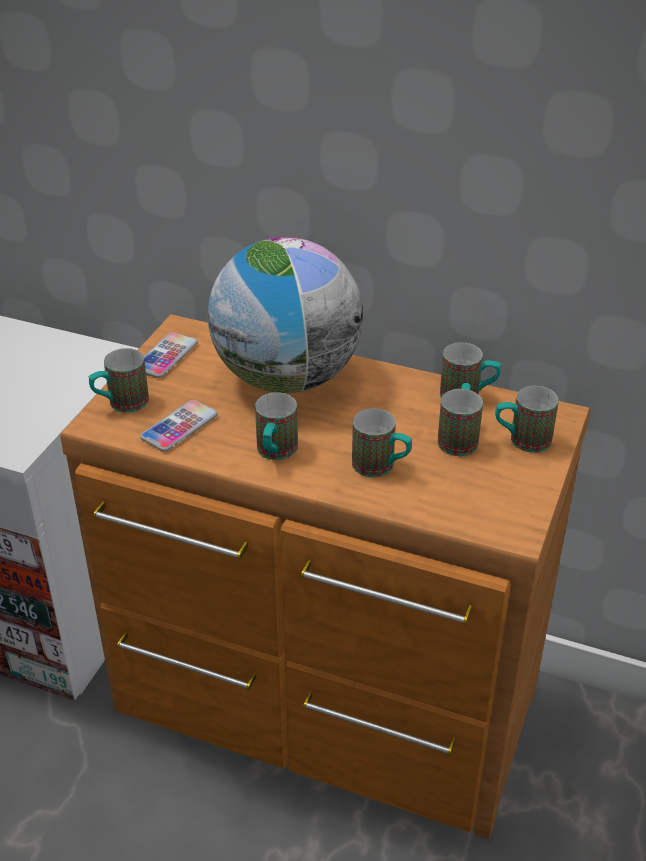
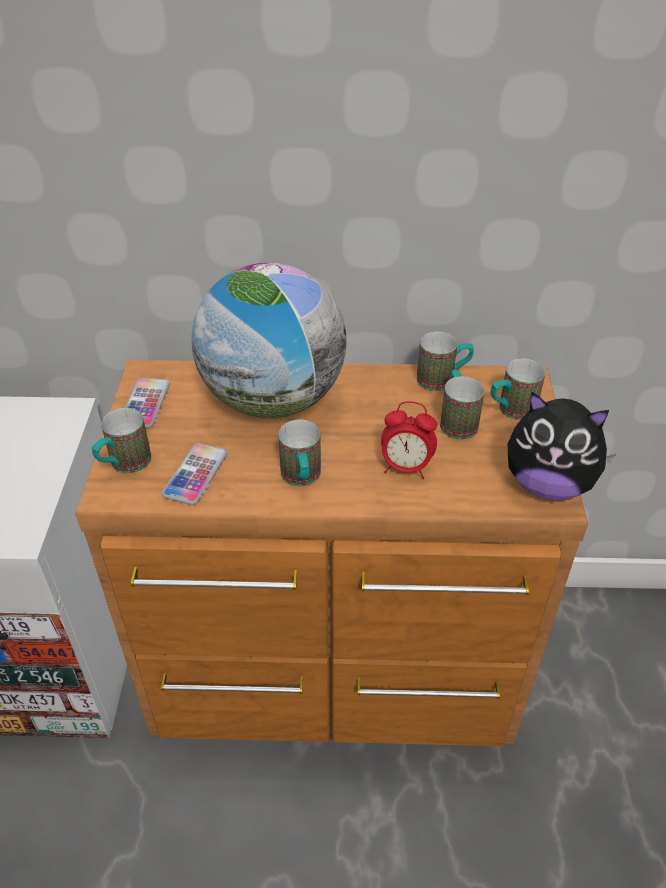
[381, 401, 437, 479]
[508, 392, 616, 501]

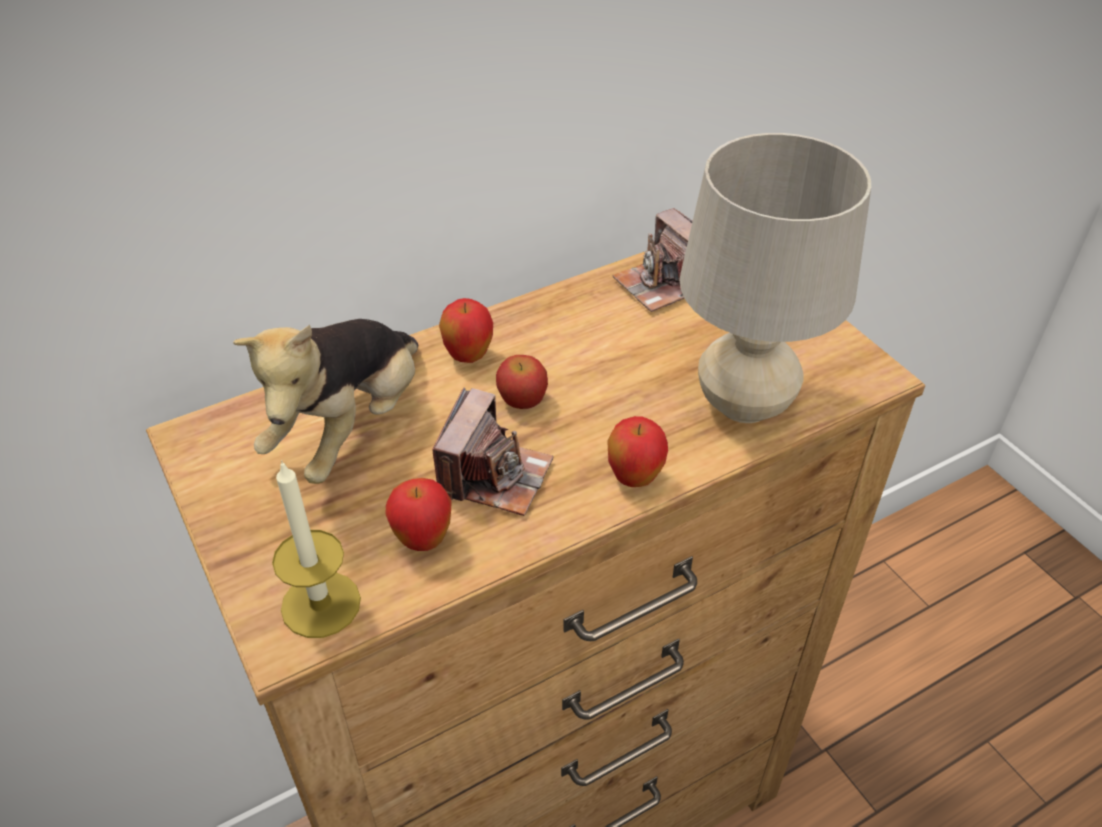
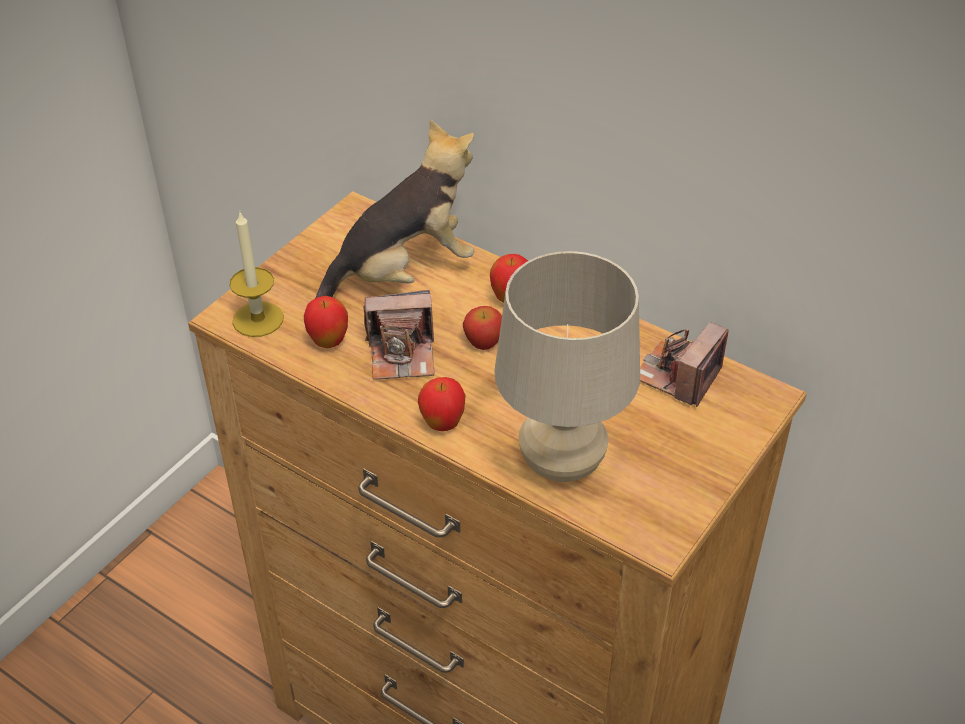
[316, 120, 474, 298]

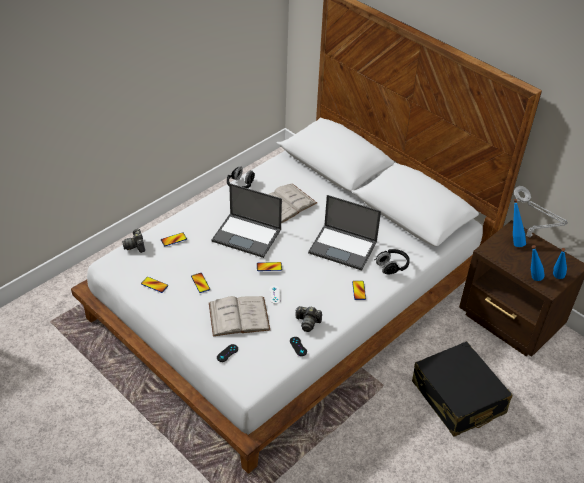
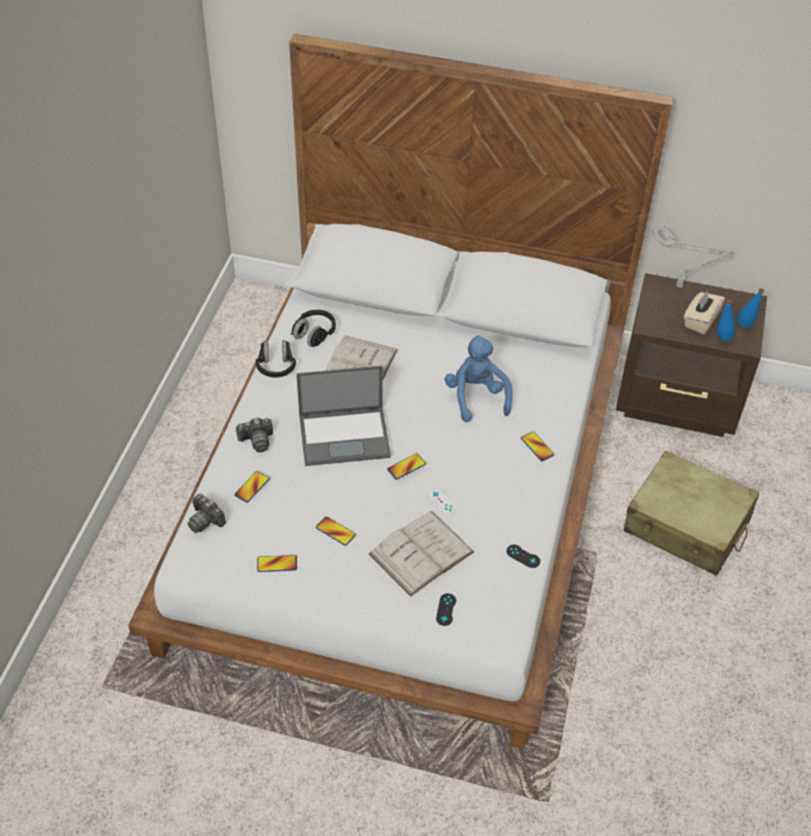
[235, 418, 273, 452]
[445, 335, 513, 422]
[290, 310, 336, 347]
[624, 451, 759, 576]
[513, 199, 526, 247] (first image)
[684, 290, 725, 334]

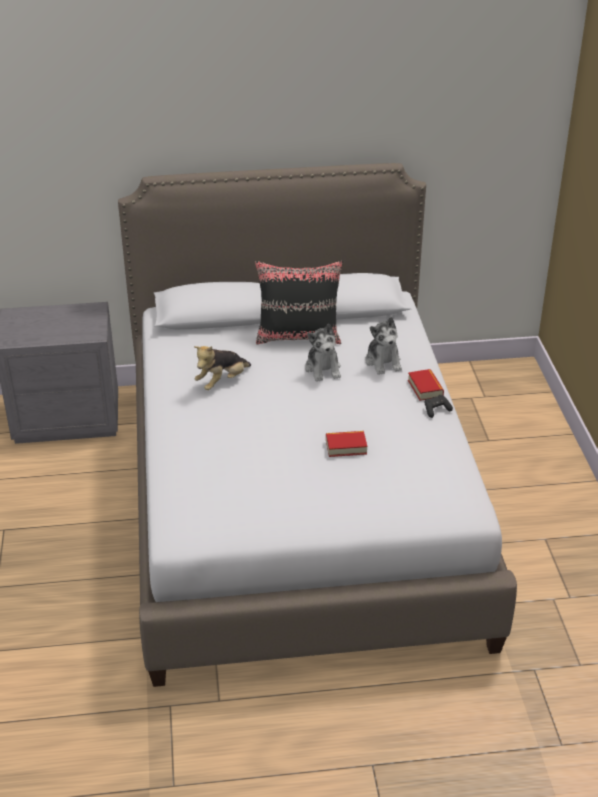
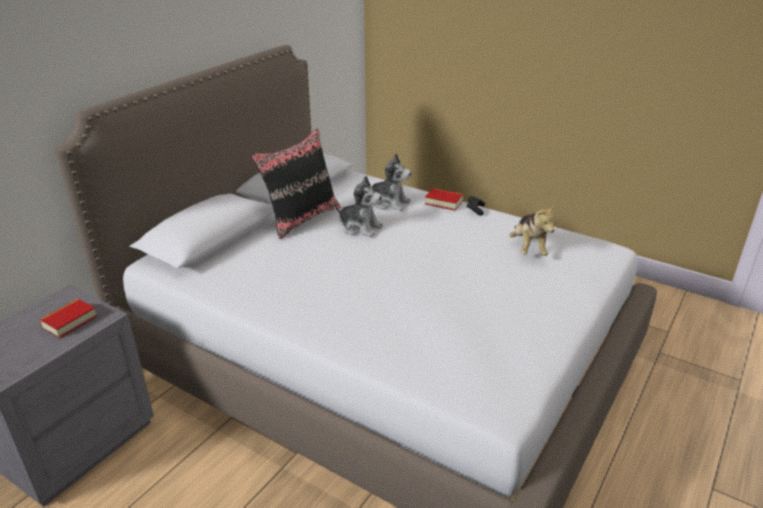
[509, 204, 555, 256]
[40, 299, 97, 338]

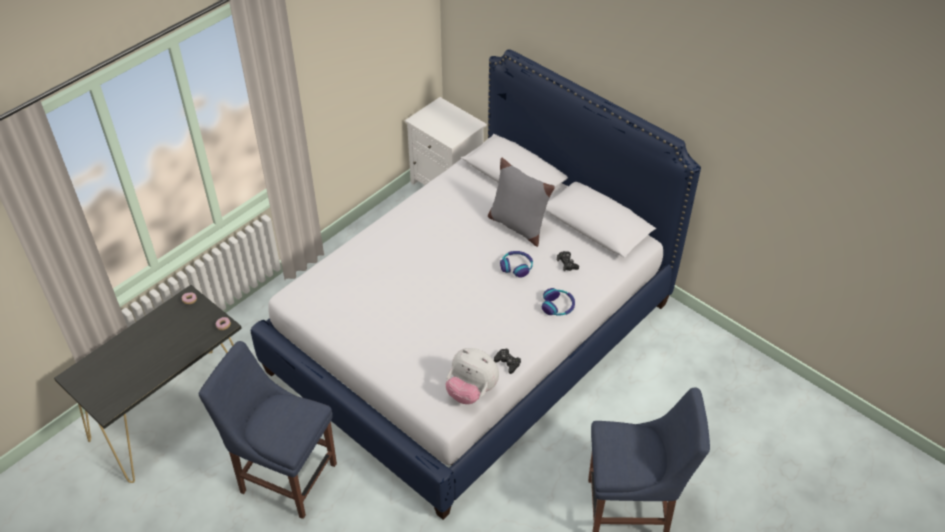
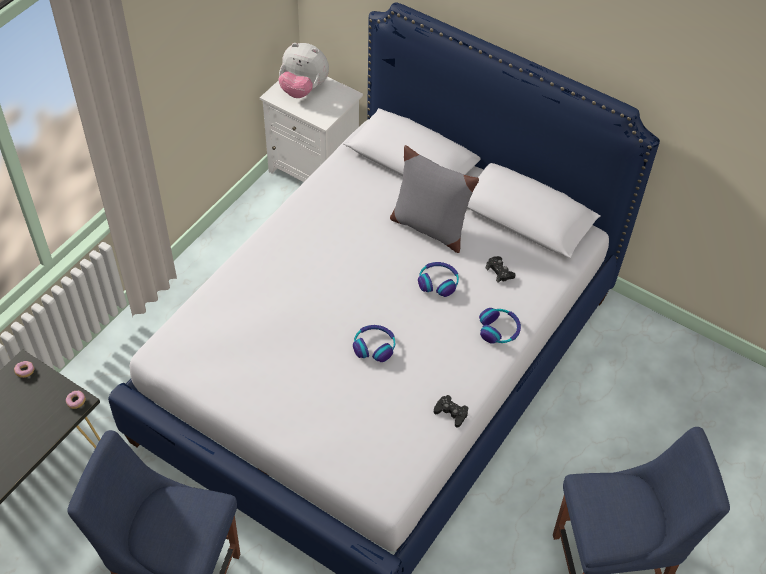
[278, 43, 329, 98]
[353, 325, 395, 362]

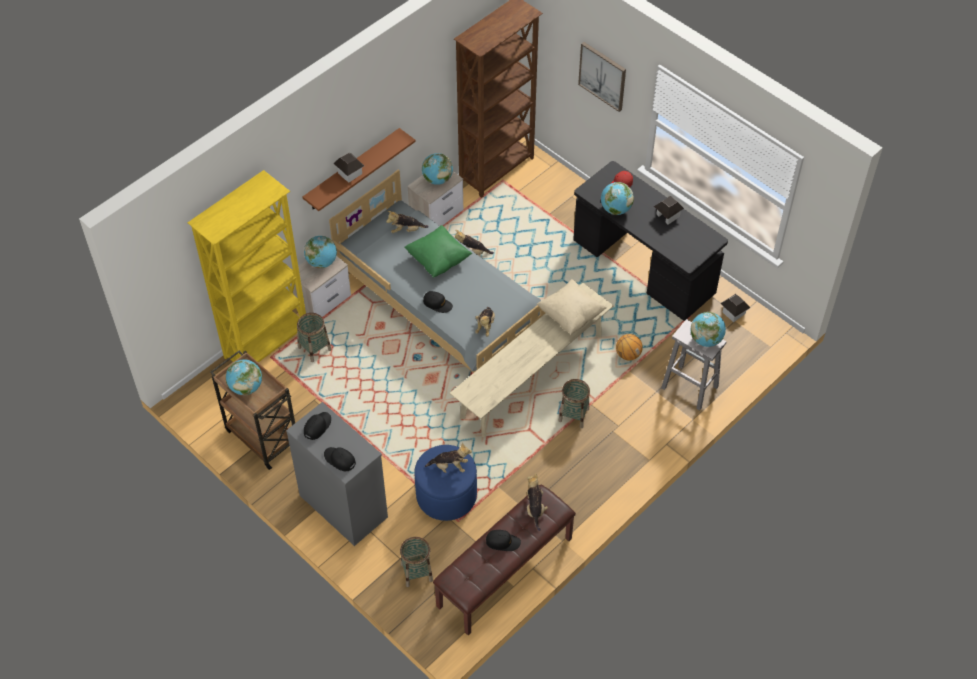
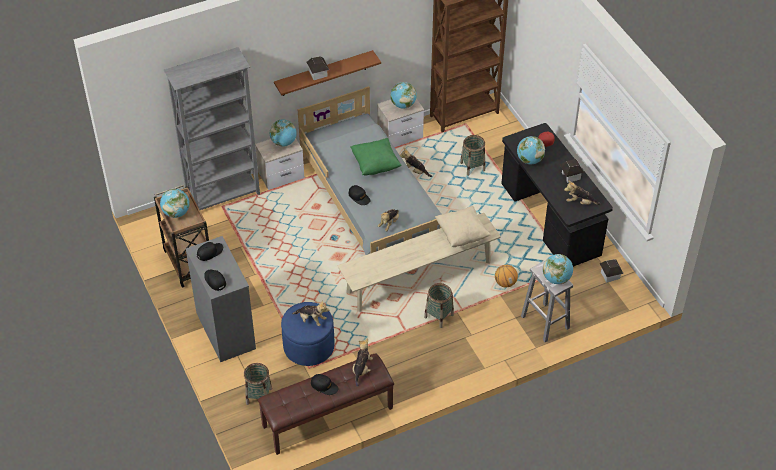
[164, 47, 260, 210]
[460, 135, 485, 176]
[564, 180, 601, 205]
[578, 42, 626, 112] (first image)

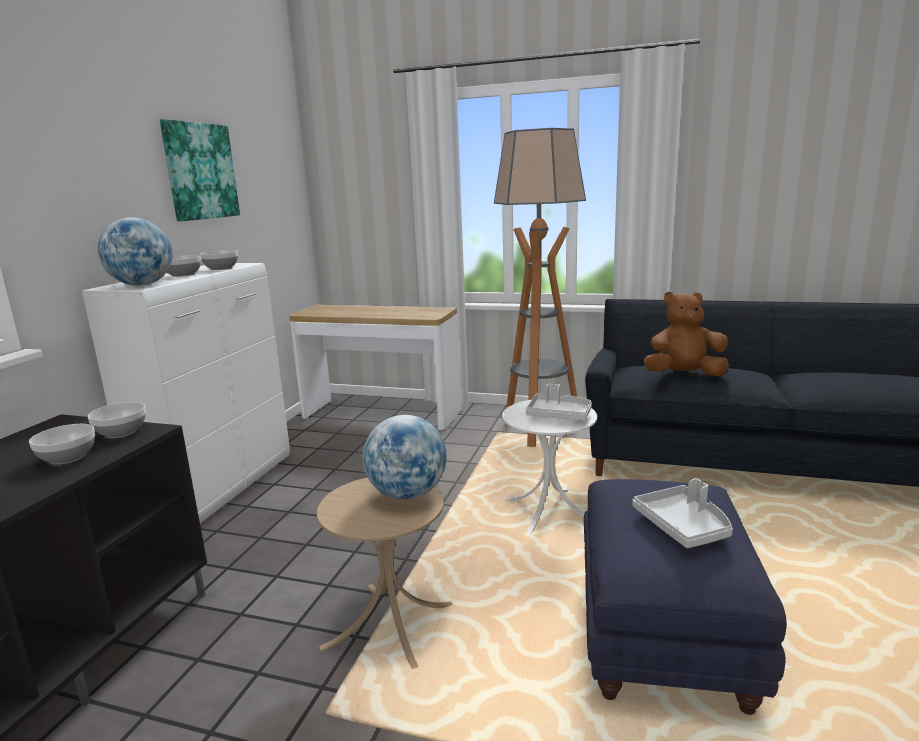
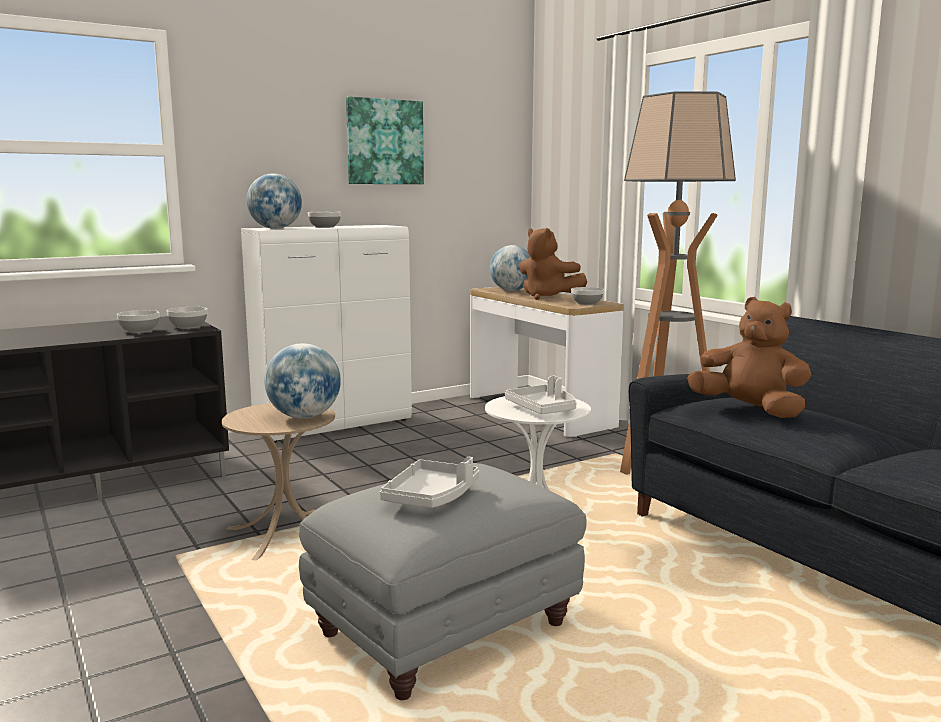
[571, 287, 604, 305]
[299, 463, 587, 700]
[490, 245, 530, 291]
[519, 228, 587, 300]

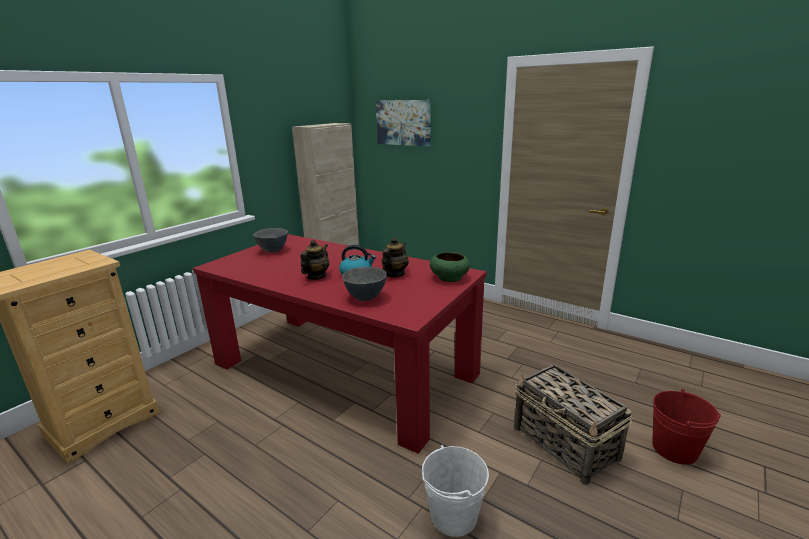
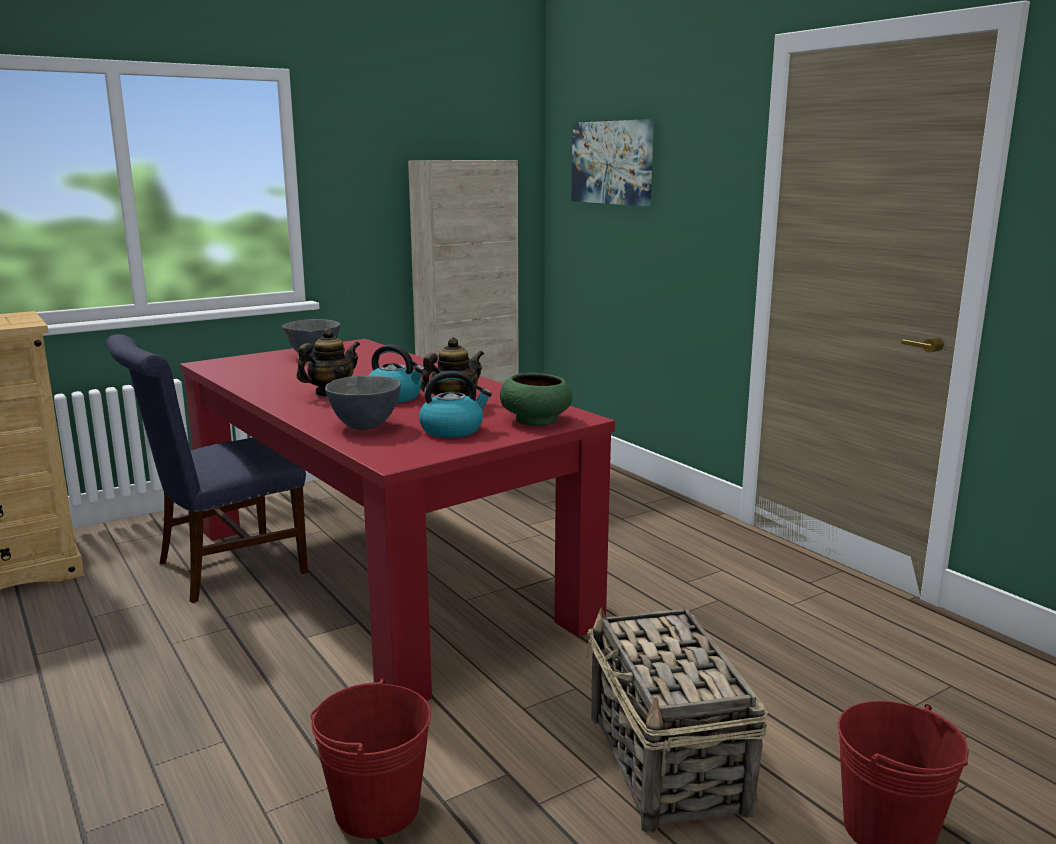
[310, 678, 431, 839]
[106, 334, 308, 603]
[419, 371, 492, 438]

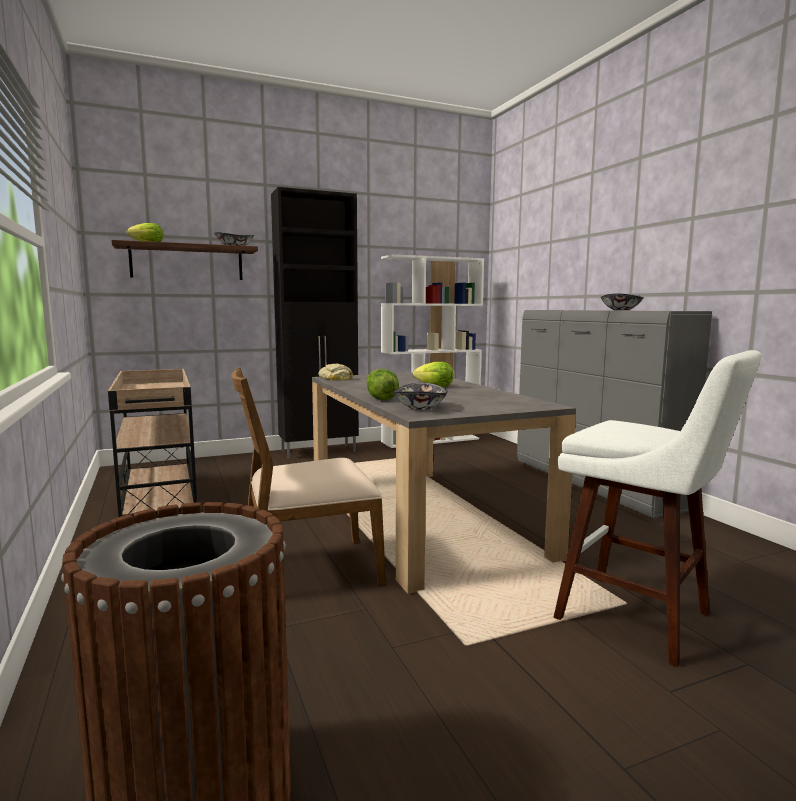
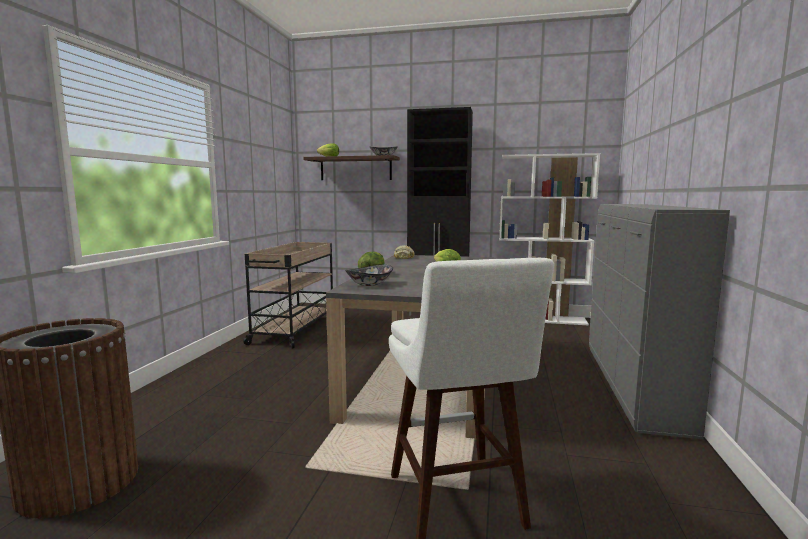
[231, 367, 386, 586] (first image)
[601, 294, 644, 310] (first image)

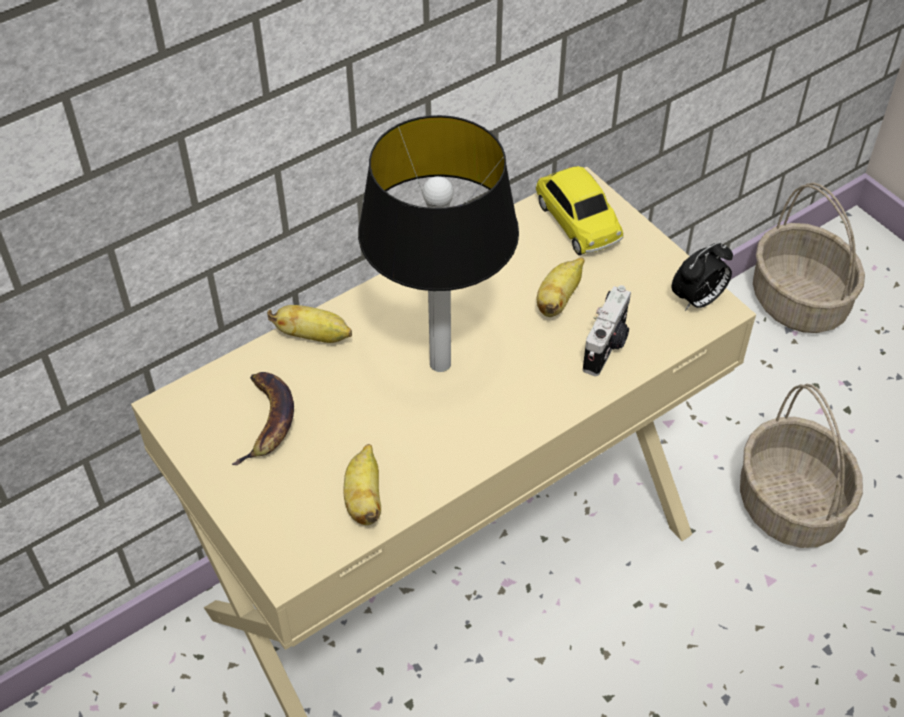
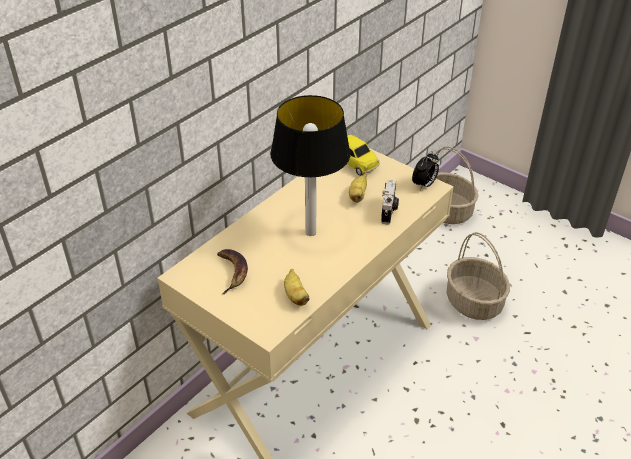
[267, 305, 352, 343] (first image)

